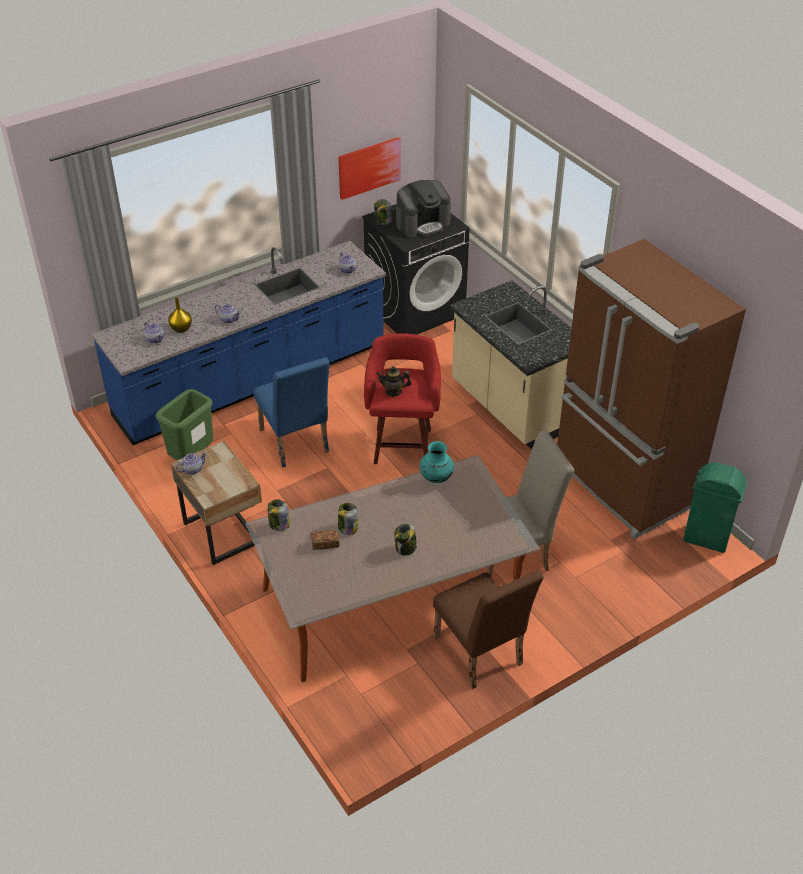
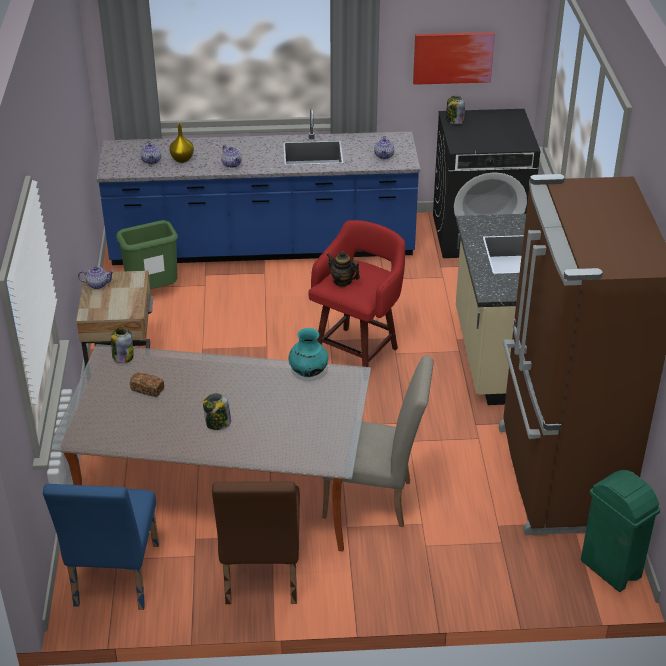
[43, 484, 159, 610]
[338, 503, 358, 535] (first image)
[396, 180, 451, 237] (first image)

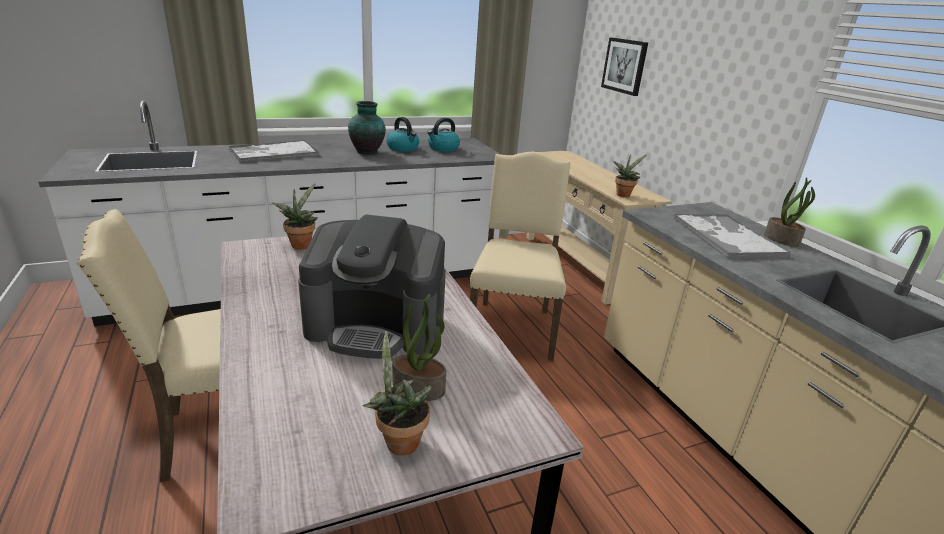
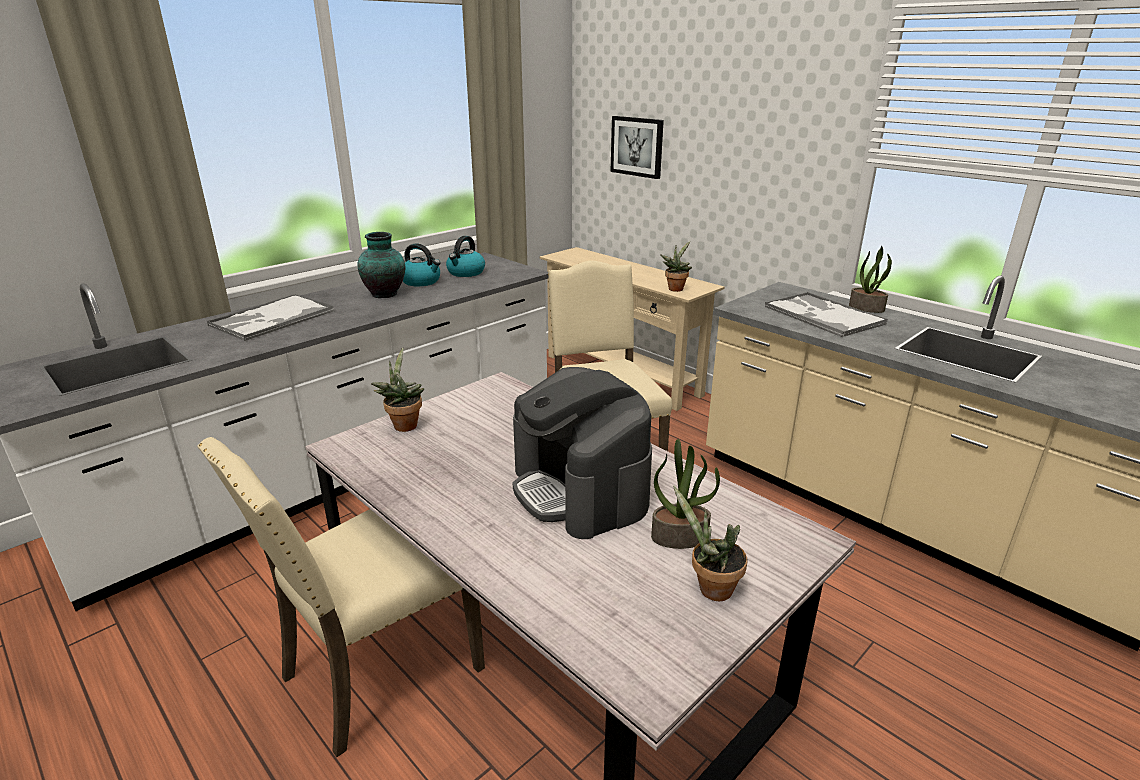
[513, 367, 652, 539]

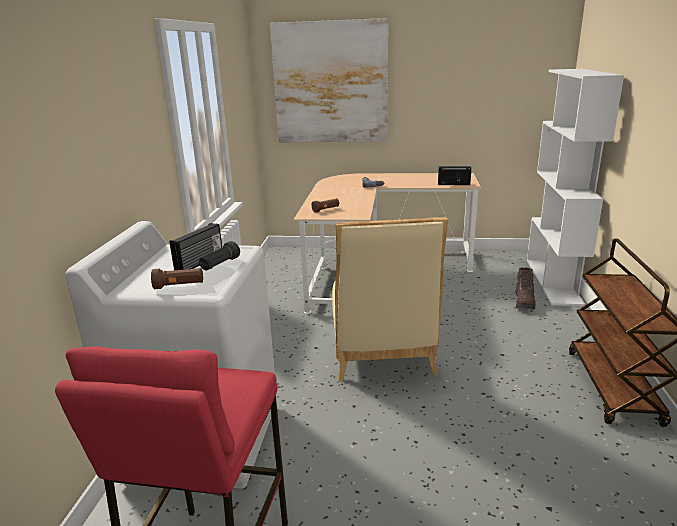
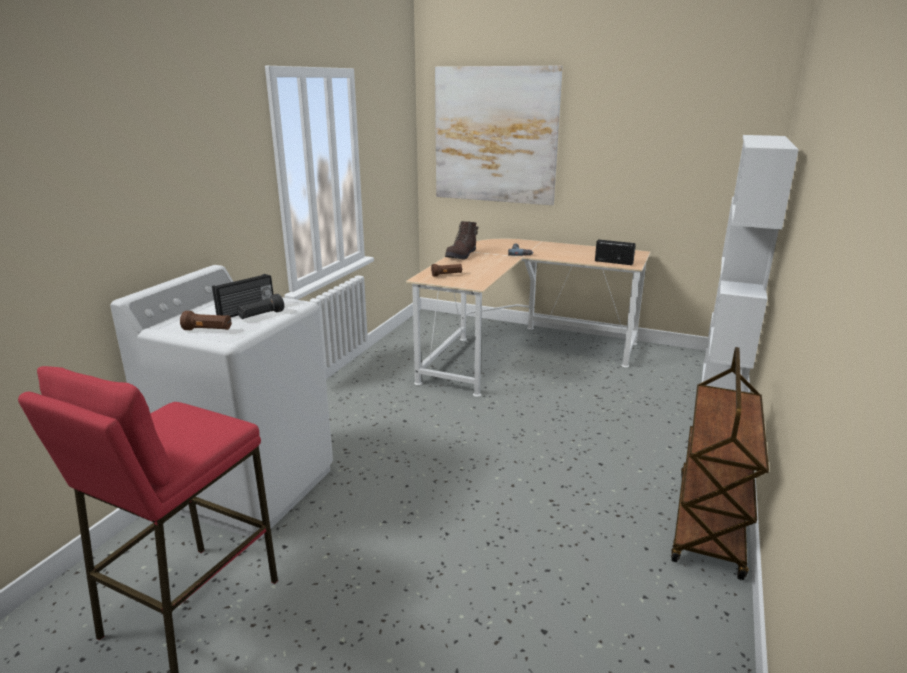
[332, 217, 449, 381] (first image)
[445, 221, 478, 260]

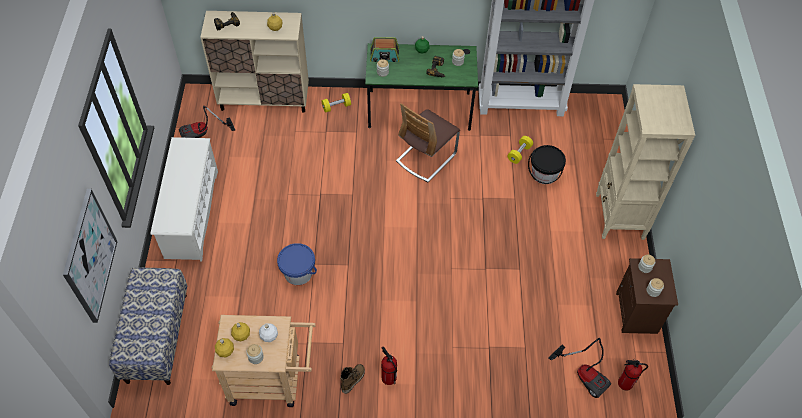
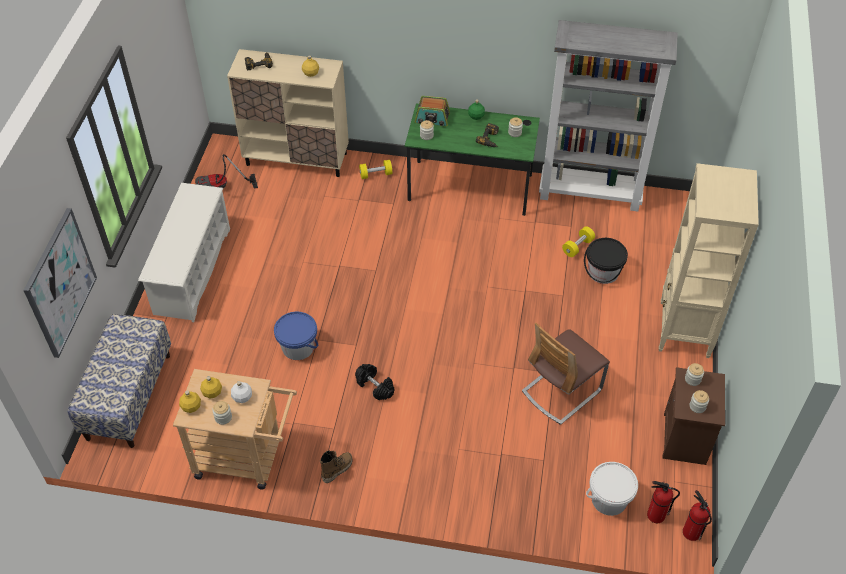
[683, 490, 712, 541]
[522, 323, 610, 425]
[586, 462, 638, 516]
[355, 364, 394, 400]

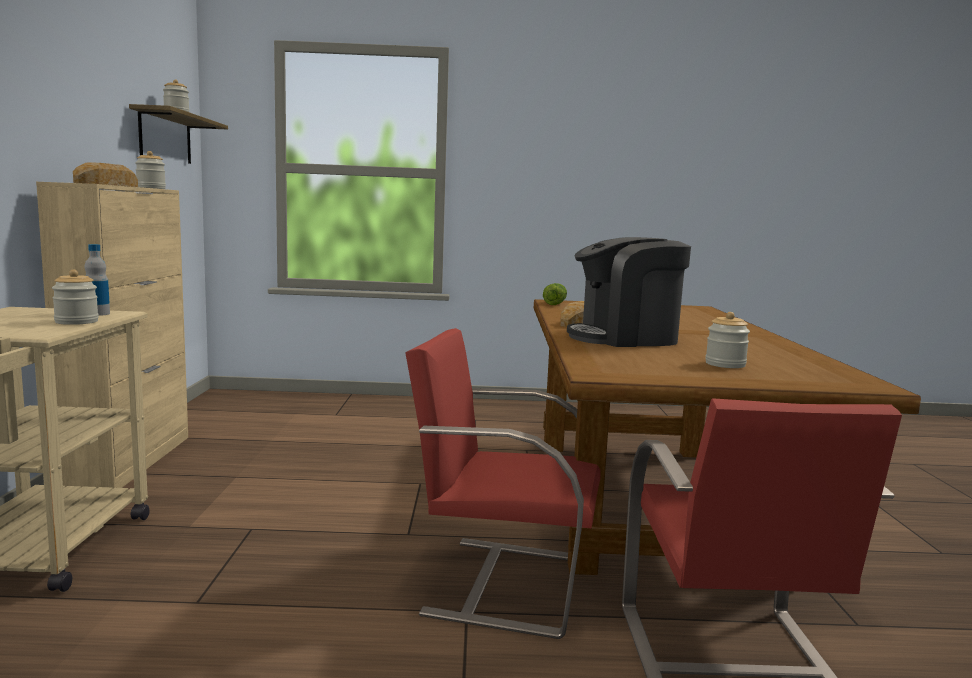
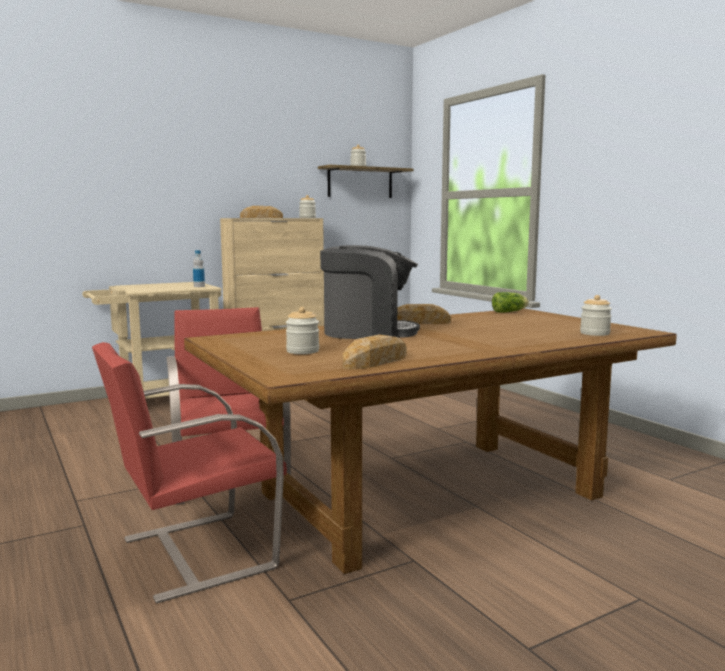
[580, 295, 612, 336]
[320, 245, 420, 339]
[343, 334, 407, 369]

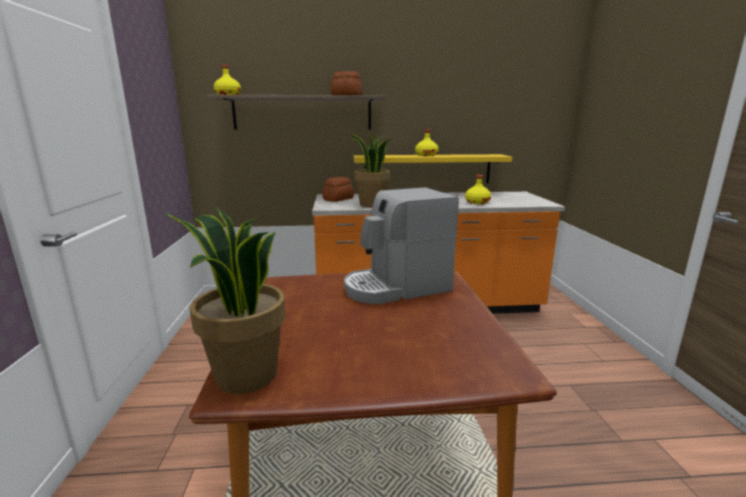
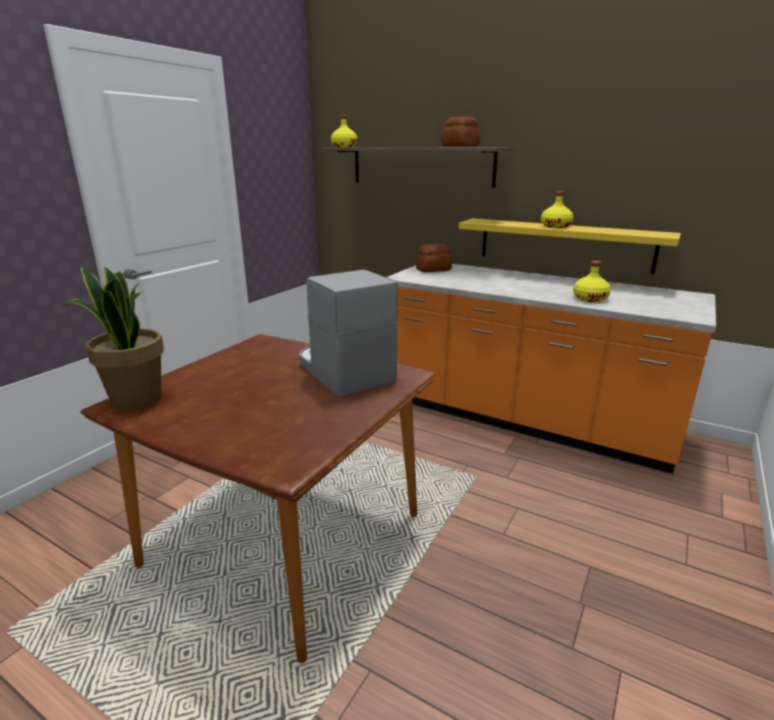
[299, 270, 398, 397]
[350, 132, 392, 207] (first image)

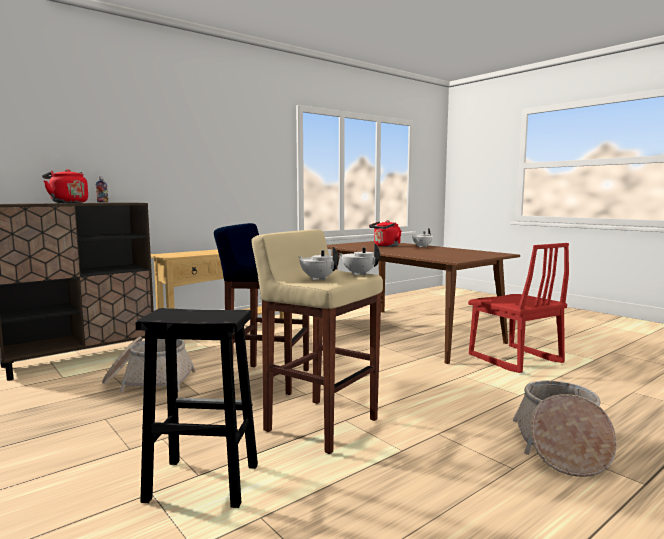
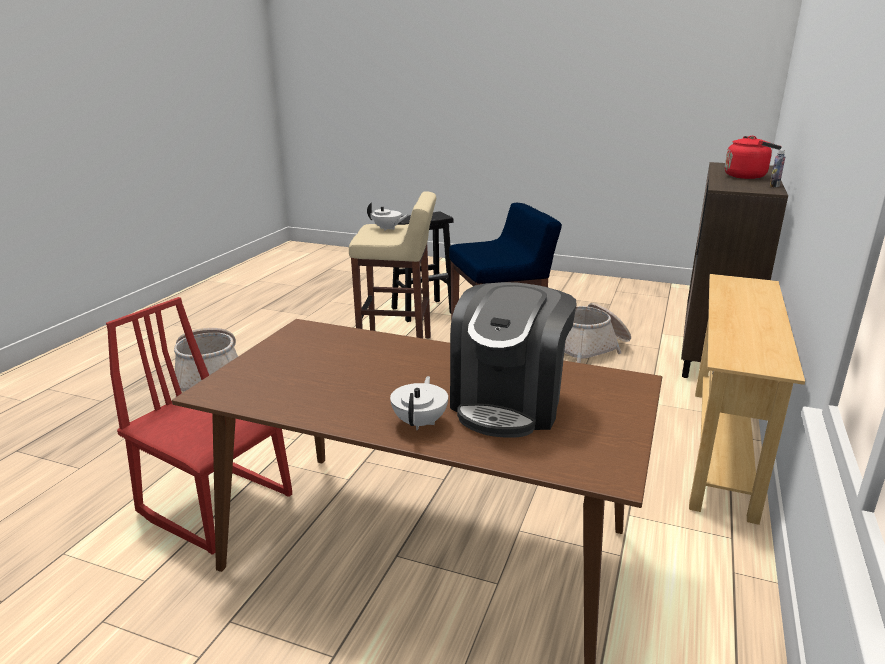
[339, 244, 380, 275] (first image)
[450, 282, 577, 438]

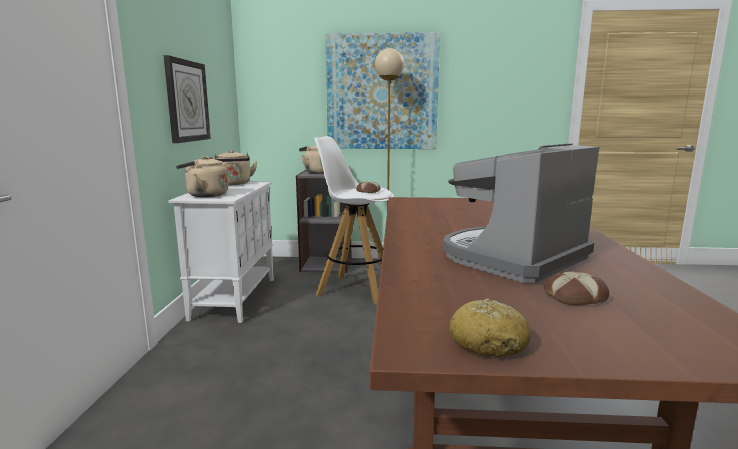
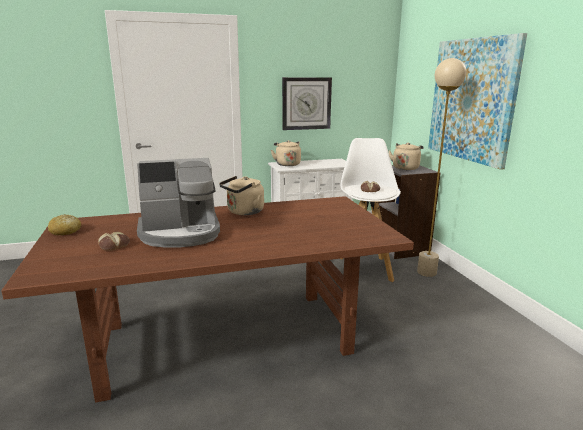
[219, 176, 264, 215]
[137, 158, 220, 248]

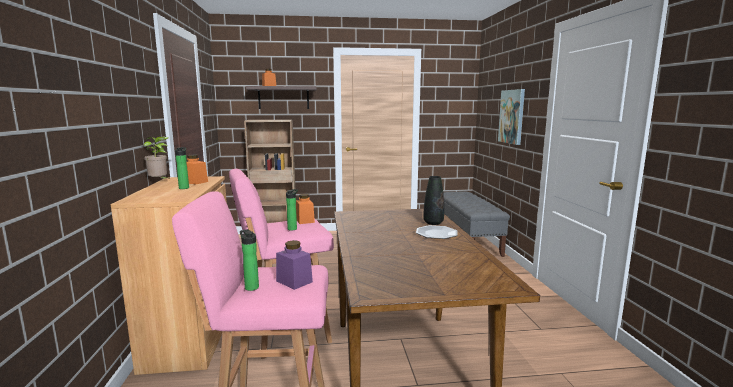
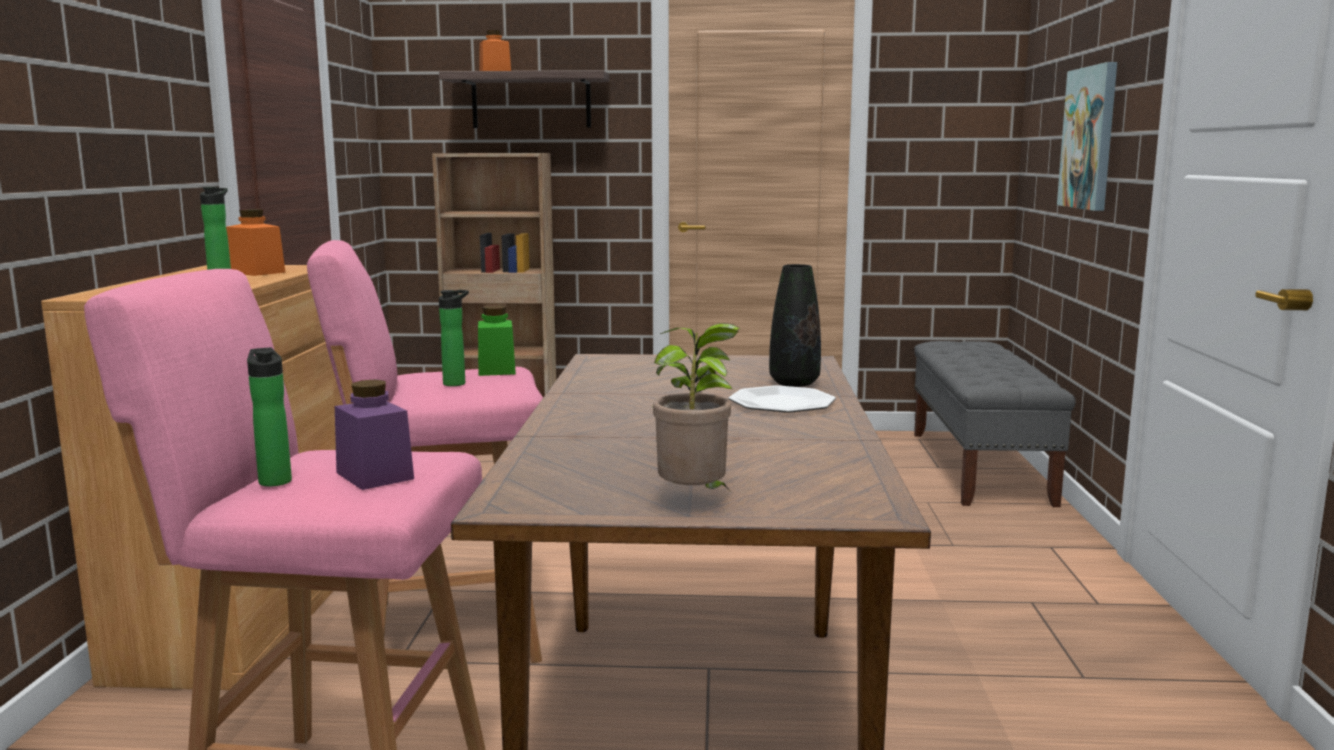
[653, 323, 740, 490]
[478, 305, 516, 376]

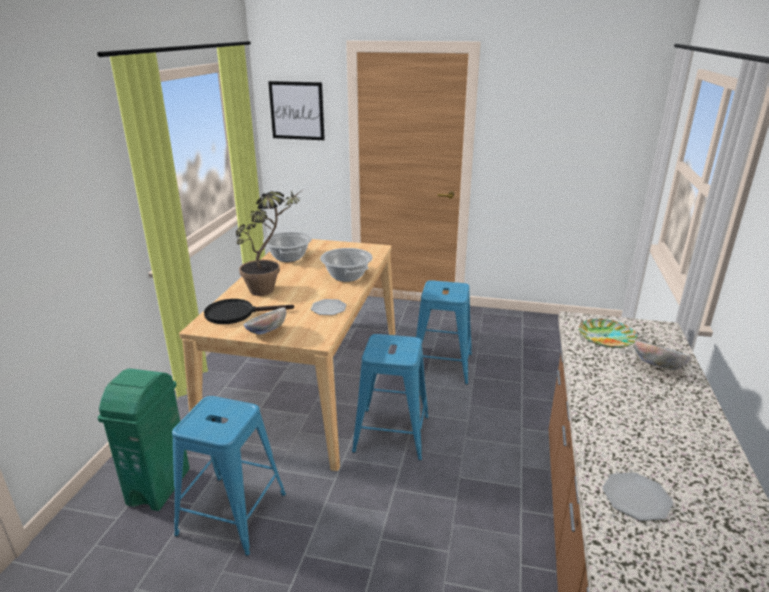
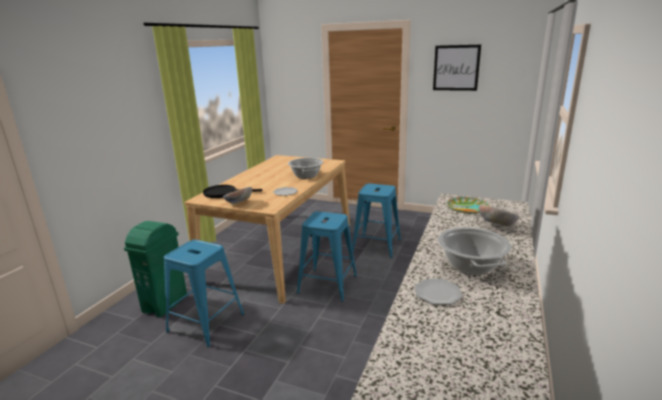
[236, 191, 301, 296] (first image)
[438, 227, 511, 276]
[433, 45, 481, 91]

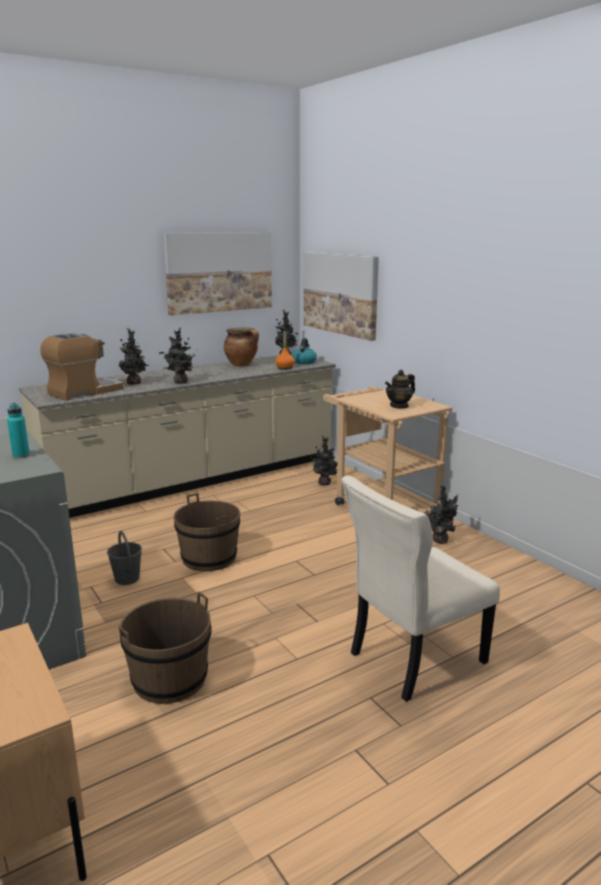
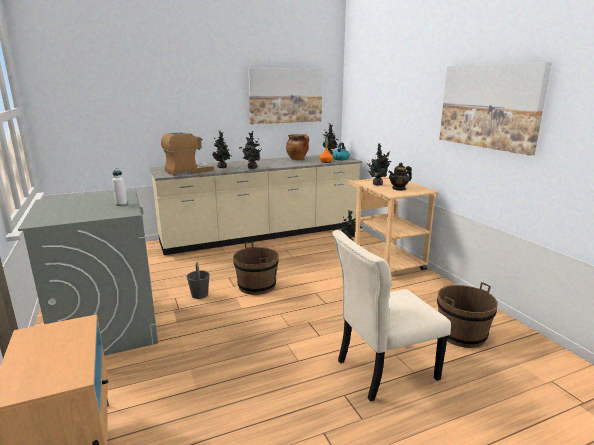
[112, 168, 127, 206]
[437, 282, 498, 348]
[439, 62, 552, 156]
[368, 143, 391, 185]

